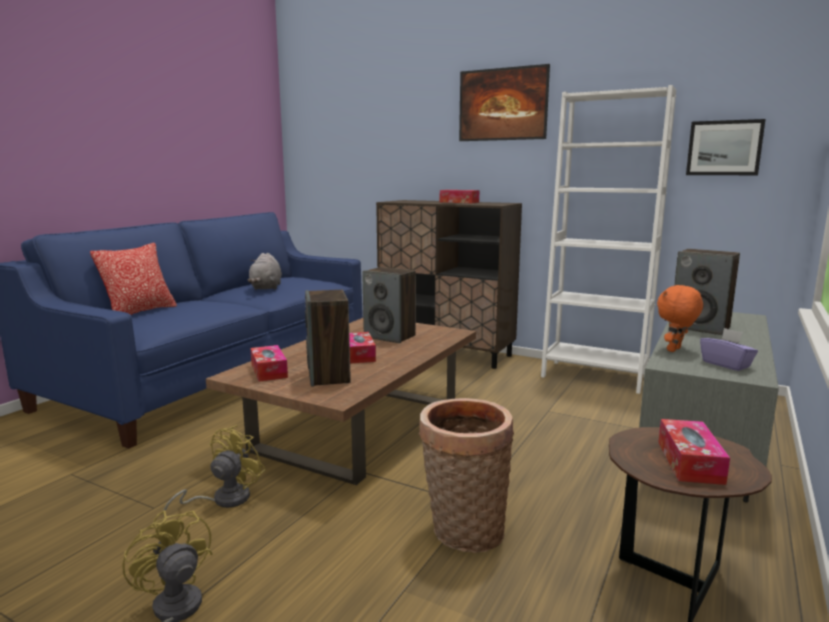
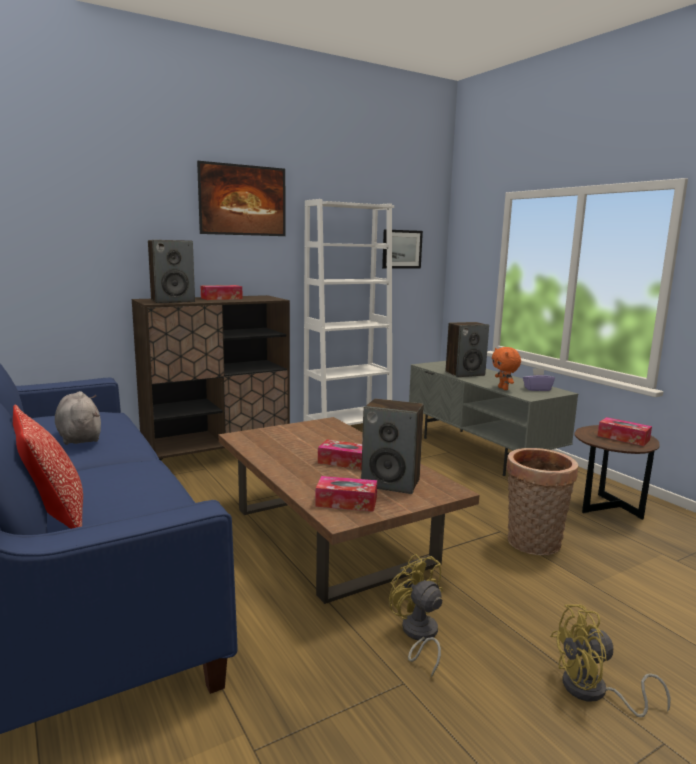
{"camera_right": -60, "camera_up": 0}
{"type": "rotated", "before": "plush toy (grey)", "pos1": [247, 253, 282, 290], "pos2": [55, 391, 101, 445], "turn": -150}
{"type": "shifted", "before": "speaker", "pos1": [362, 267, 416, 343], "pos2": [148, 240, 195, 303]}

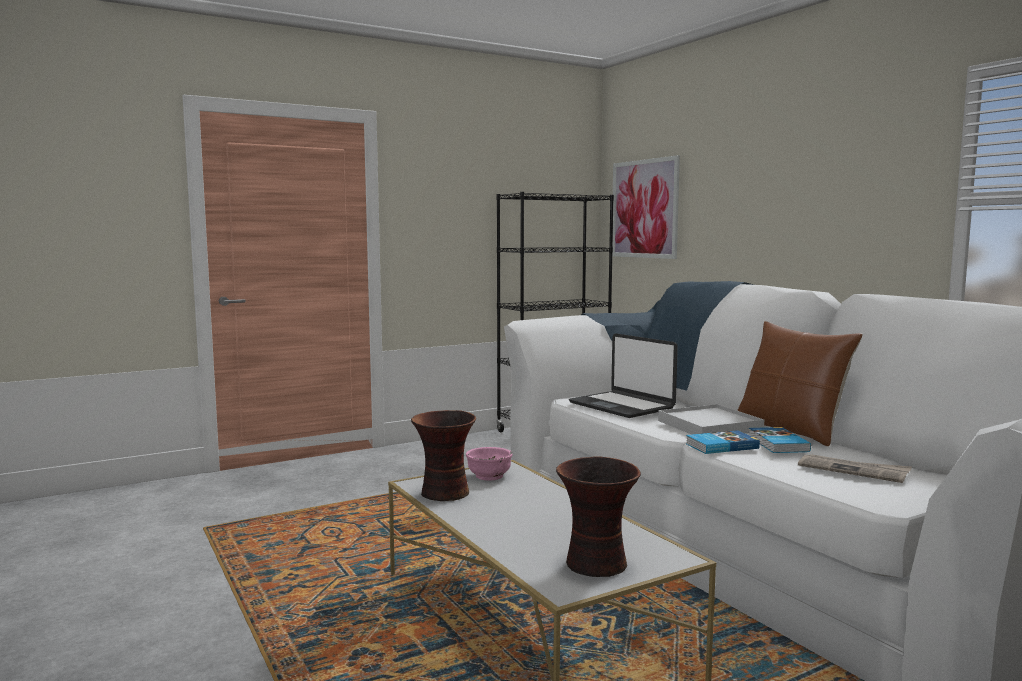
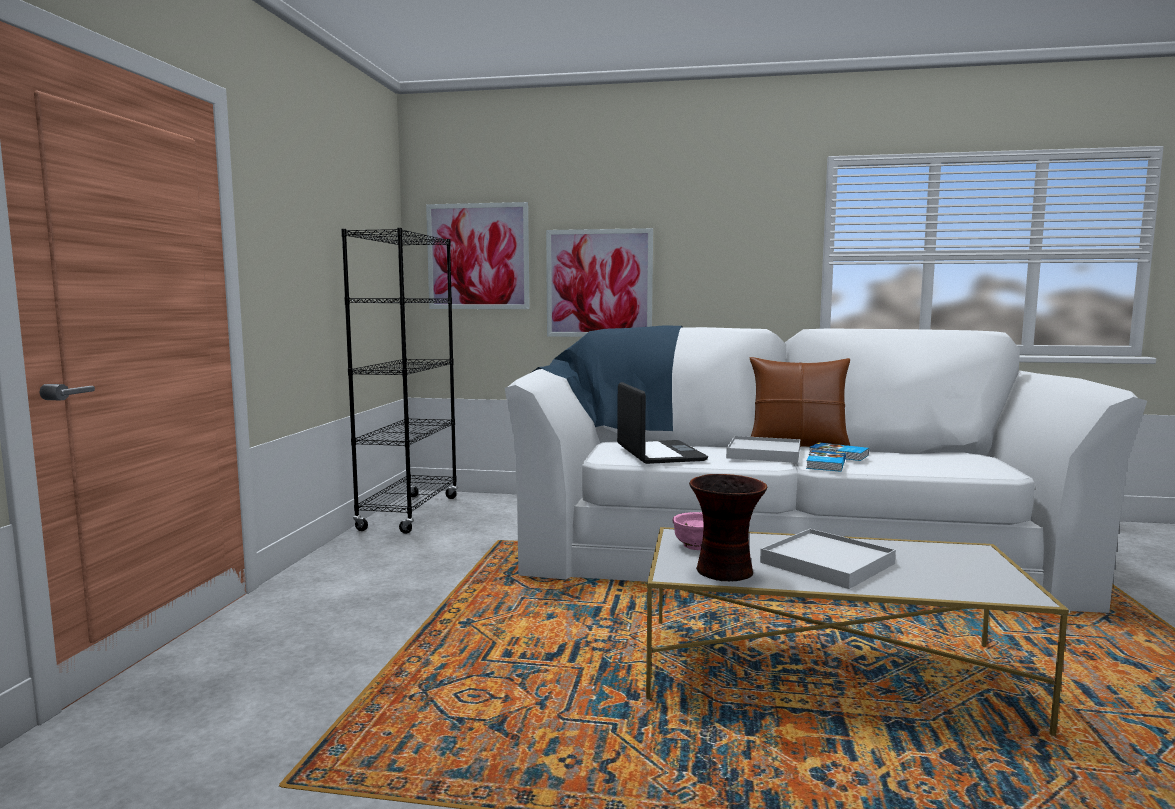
{"camera_right": -50, "camera_up": 0}
{"type": "new", "after": "picture", "pos2": [546, 228, 653, 337]}
{"type": "rotated", "before": "laptop", "pos1": [569, 333, 678, 418], "pos2": [617, 382, 708, 464], "turn": -105}
{"type": "new", "after": "tray (white)", "pos2": [760, 529, 896, 589]}
{"type": "gone", "before": "vase", "pos1": [556, 456, 641, 577]}
{"type": "gone", "before": "newspaper", "pos1": [798, 454, 912, 483]}

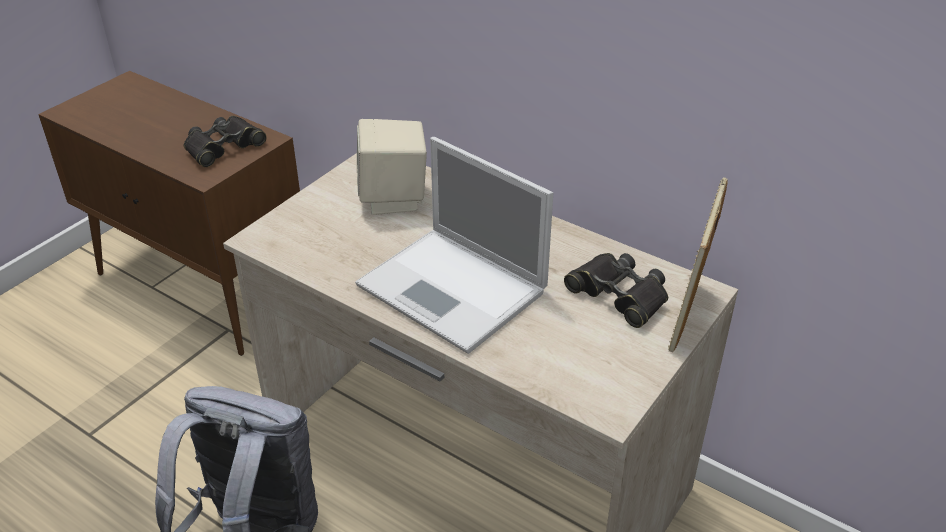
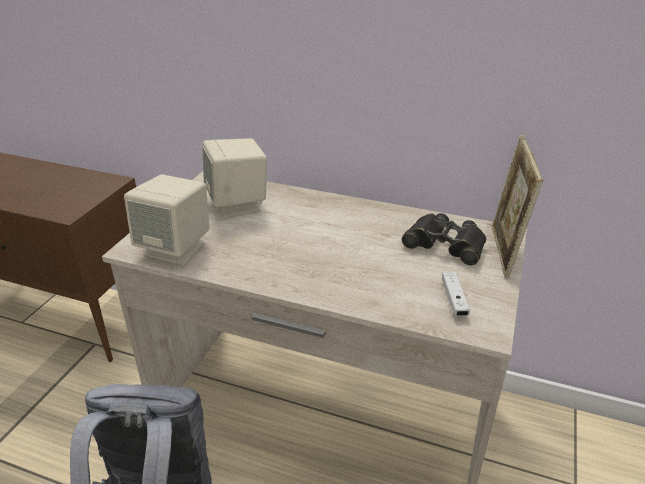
{"camera_right": -15, "camera_up": -5}
{"type": "new", "after": "speaker (beige)", "pos2": [124, 174, 209, 265]}
{"type": "new", "after": "game controller (white)", "pos2": [442, 272, 470, 317]}
{"type": "gone", "before": "binoculars (black)", "pos1": [184, 116, 267, 167]}
{"type": "gone", "before": "laptop", "pos1": [355, 137, 553, 354]}

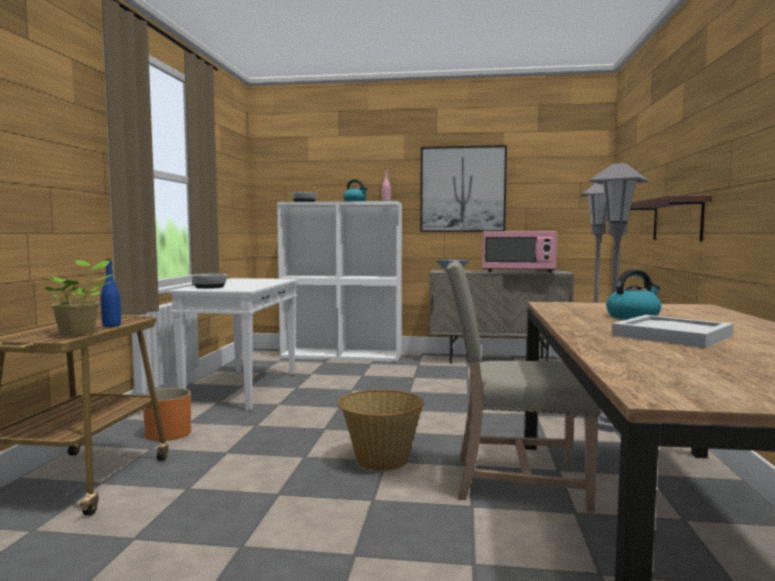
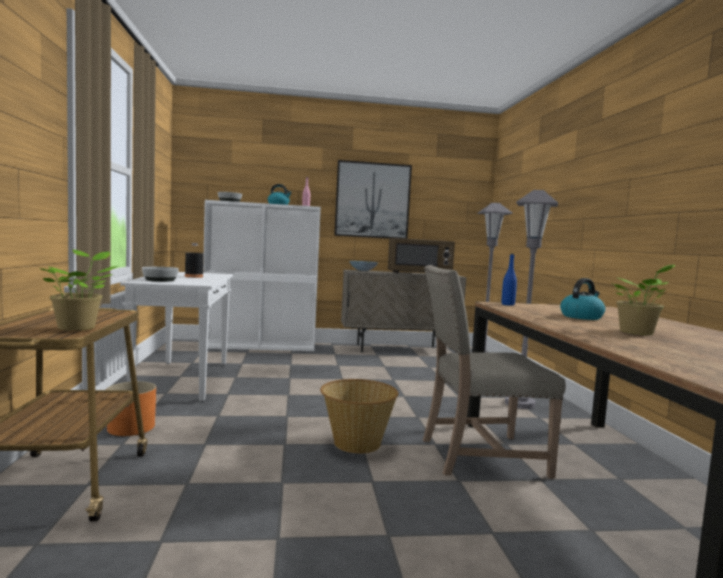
{"camera_right": -15, "camera_up": 0}
{"type": "new", "after": "bottle (black)", "pos2": [185, 243, 203, 278]}
{"type": "repainted", "before": "microwave (pink)", "after": "microwave (brown)", "pos1": [482, 231, 557, 273], "pos2": [388, 238, 455, 274]}
{"type": "shifted", "before": "bottle (blue)", "pos1": [101, 259, 121, 327], "pos2": [502, 254, 517, 306]}
{"type": "swapped", "before": "tray (white)", "after": "potted plant", "pos1": [611, 315, 734, 348], "pos2": [613, 265, 675, 335]}
{"type": "gone", "before": "shelf", "pos1": [630, 195, 712, 241]}

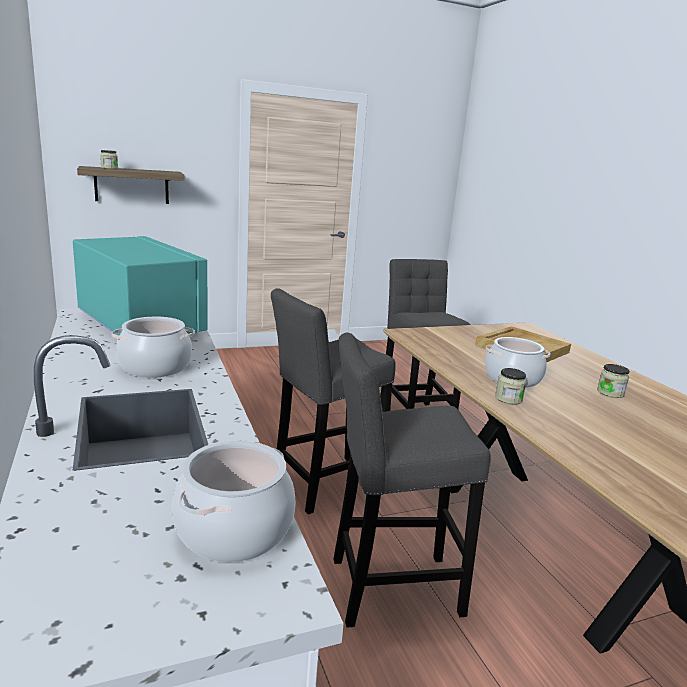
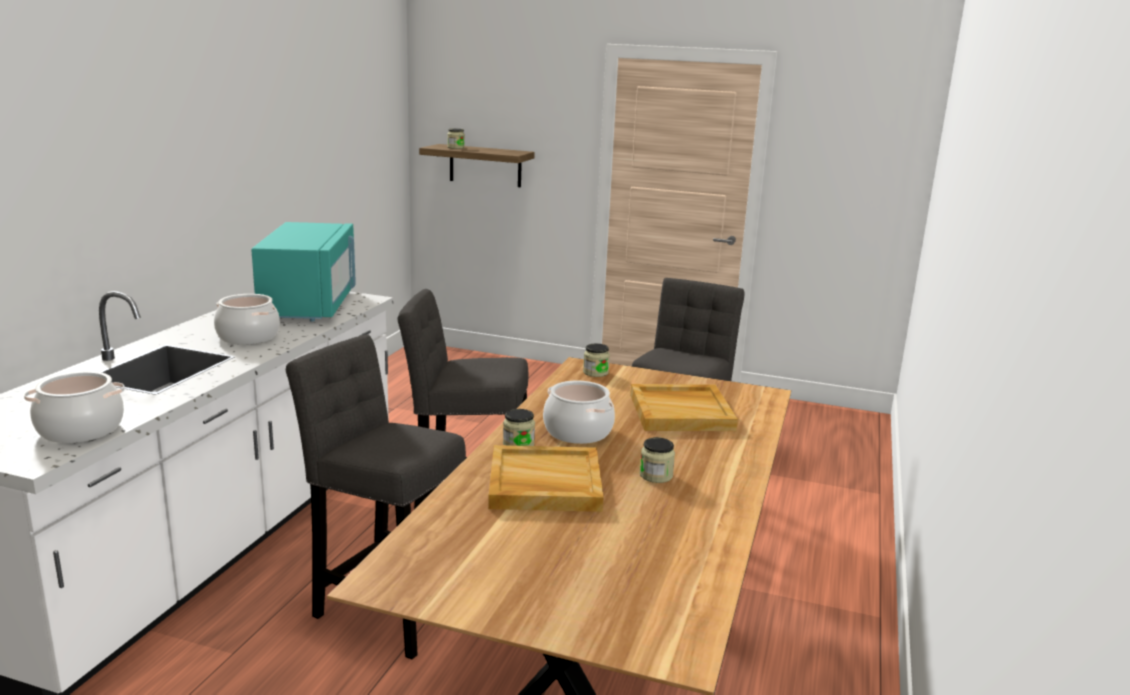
{"camera_right": 40, "camera_up": 0}
{"type": "new", "after": "tray (beige)", "pos2": [488, 445, 604, 512]}
{"type": "new", "after": "jar", "pos2": [583, 343, 610, 377]}

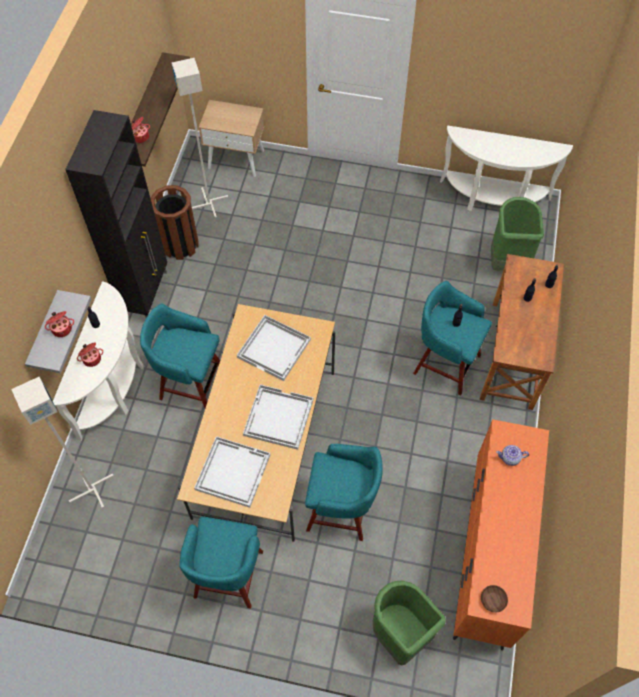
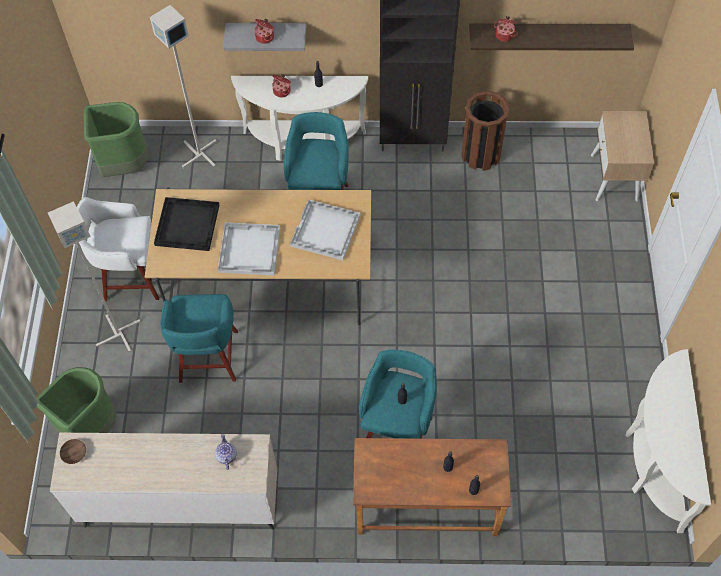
{"camera_right": 80, "camera_up": 0}
{"type": "shifted", "before": "floor lamp (grey)", "pos1": [172, 58, 228, 218], "pos2": [48, 201, 140, 352]}
{"type": "repainted", "before": "dresser (orange)", "after": "dresser (beige)", "pos1": [453, 419, 549, 650], "pos2": [50, 433, 278, 530]}
{"type": "repainted", "before": "stool (turquoise)", "after": "stool (white)", "pos1": [179, 517, 263, 609], "pos2": [77, 197, 159, 301]}
{"type": "shifted", "before": "trash can (green)", "pos1": [491, 197, 544, 271], "pos2": [84, 102, 148, 177]}
{"type": "repainted", "before": "tray (white)", "after": "tray (black)", "pos1": [194, 436, 270, 508], "pos2": [154, 197, 219, 251]}

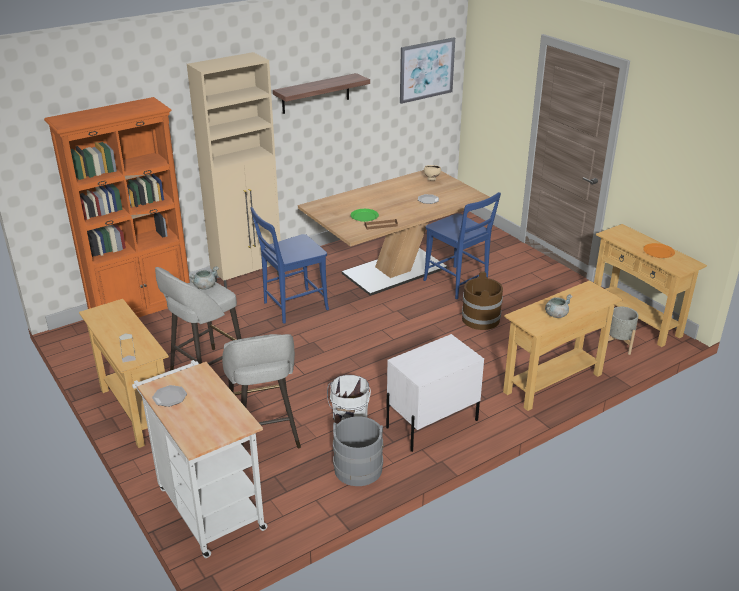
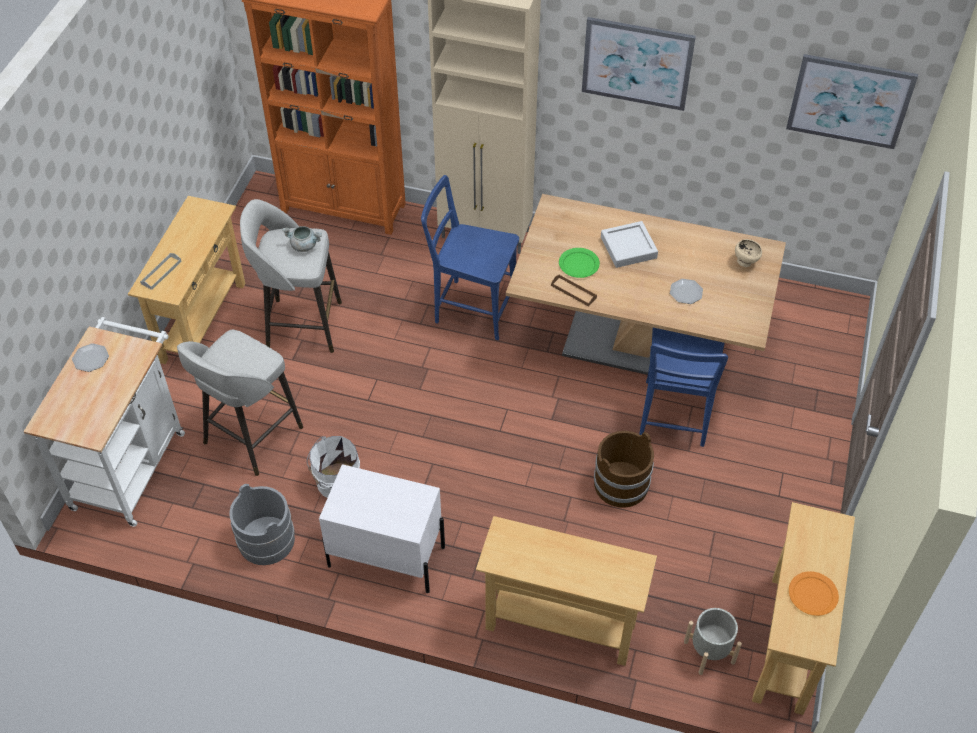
{"camera_right": 50, "camera_up": 20}
{"type": "swapped", "before": "shelf", "after": "picture", "pos1": [273, 73, 370, 114], "pos2": [582, 17, 696, 111]}
{"type": "new", "after": "tray (grey)", "pos2": [601, 221, 658, 268]}
{"type": "gone", "before": "cooking pot (grey)", "pos1": [545, 294, 573, 318]}

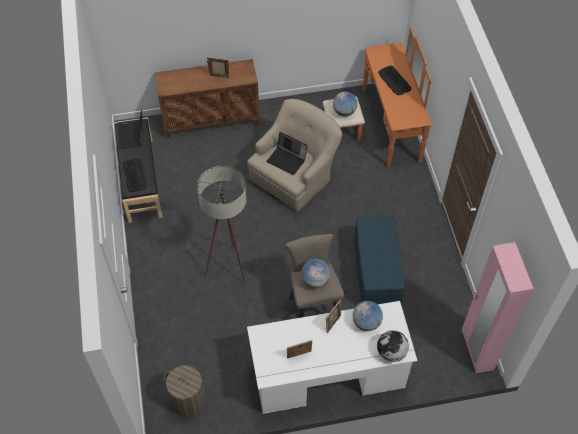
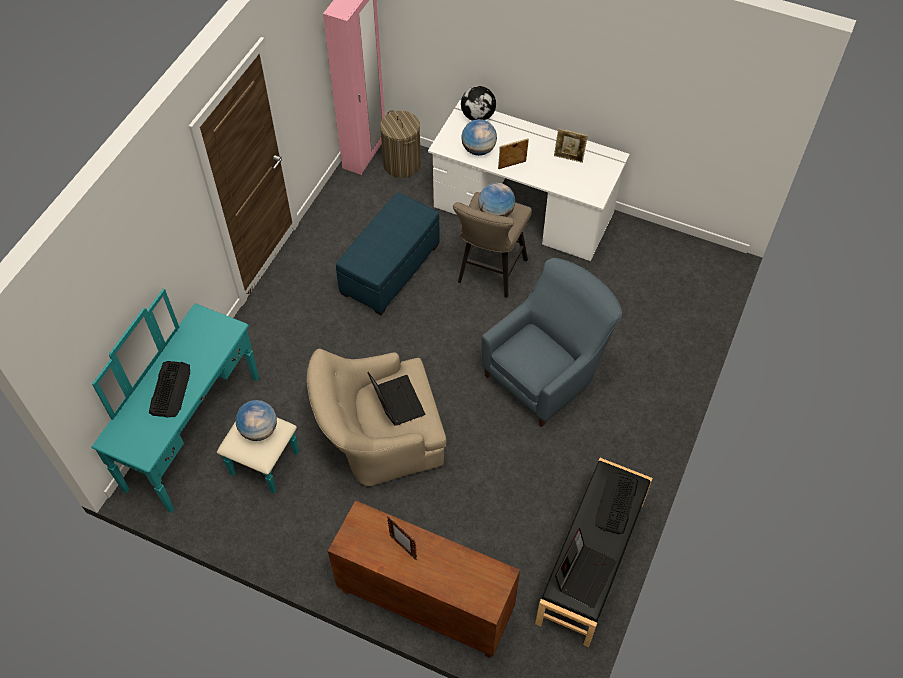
{"camera_right": -145, "camera_up": 0}
{"type": "repainted", "before": "dresser (orange)", "after": "dresser (turquoise)", "pos1": [323, 27, 431, 168], "pos2": [91, 288, 299, 513]}
{"type": "shifted", "before": "laundry basket", "pos1": [164, 365, 206, 417], "pos2": [380, 110, 421, 178]}
{"type": "swapped", "before": "floor lamp (beige)", "after": "armchair (blue)", "pos1": [197, 166, 246, 284], "pos2": [481, 258, 622, 427]}

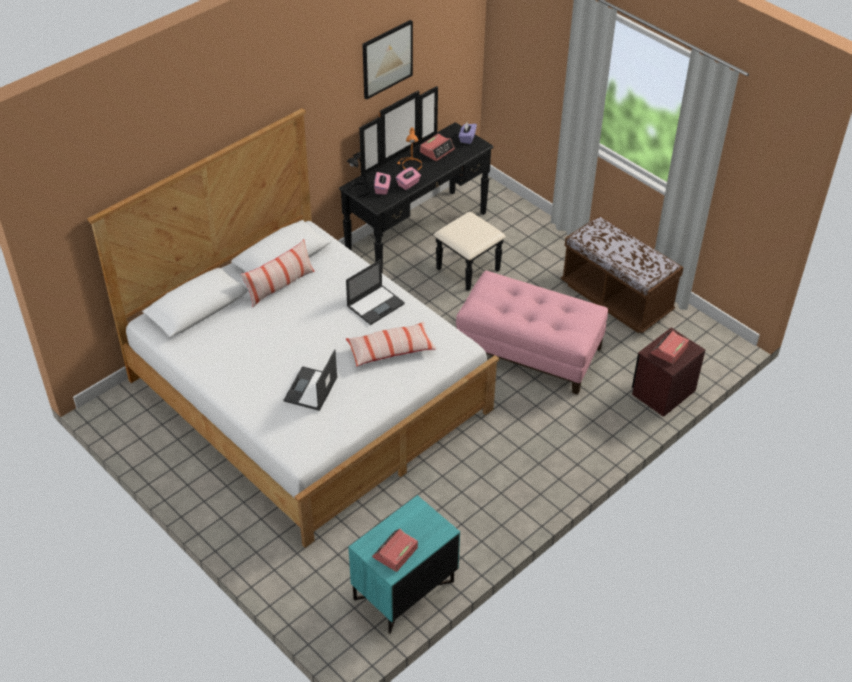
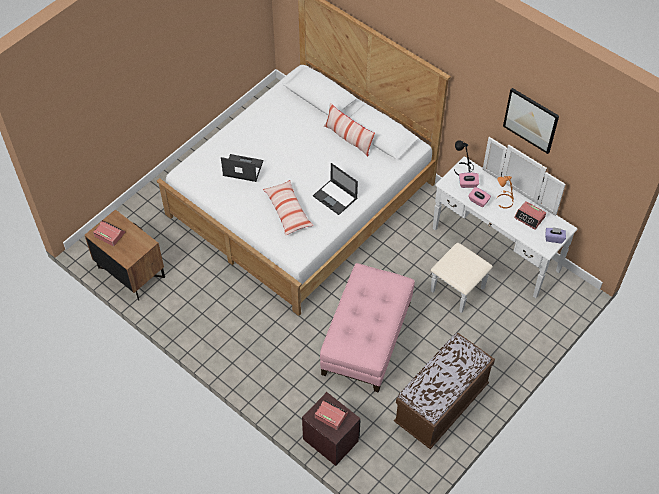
{"camera_right": 85, "camera_up": 10}
{"type": "repainted", "before": "nightstand (turquoise)", "after": "nightstand (brown)", "pos1": [349, 495, 460, 634], "pos2": [85, 209, 165, 301]}
{"type": "repainted", "before": "dresser (black)", "after": "dresser (white)", "pos1": [339, 86, 506, 291], "pos2": [431, 137, 578, 313]}

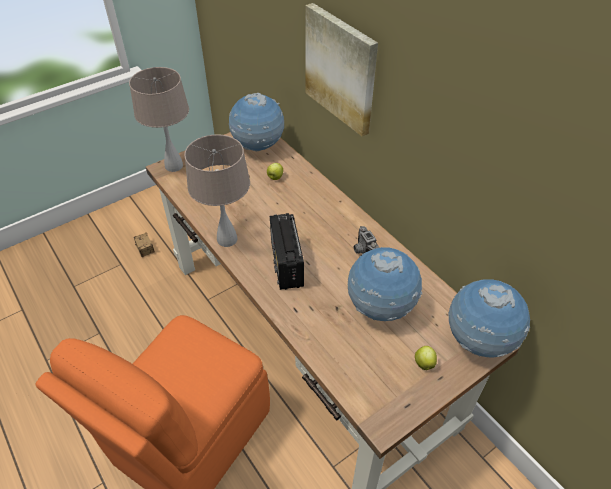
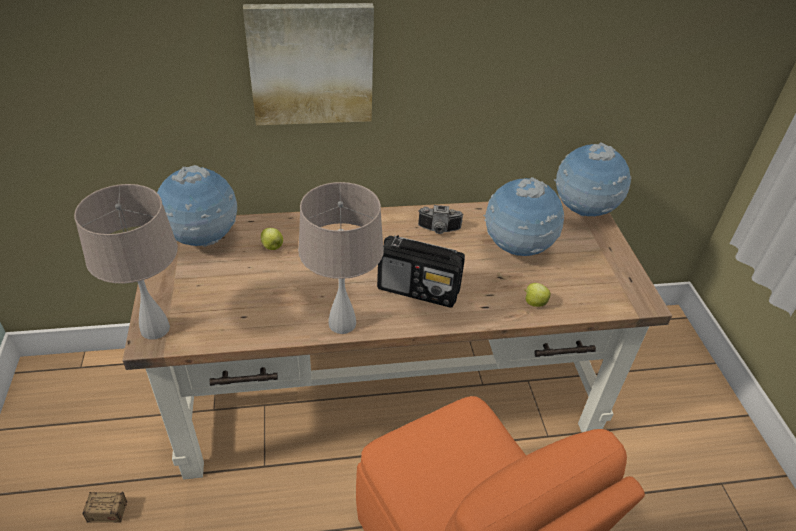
{"camera_right": -65, "camera_up": -5}
{"type": "shifted", "before": "apple", "pos1": [415, 346, 437, 370], "pos2": [524, 283, 551, 307]}

